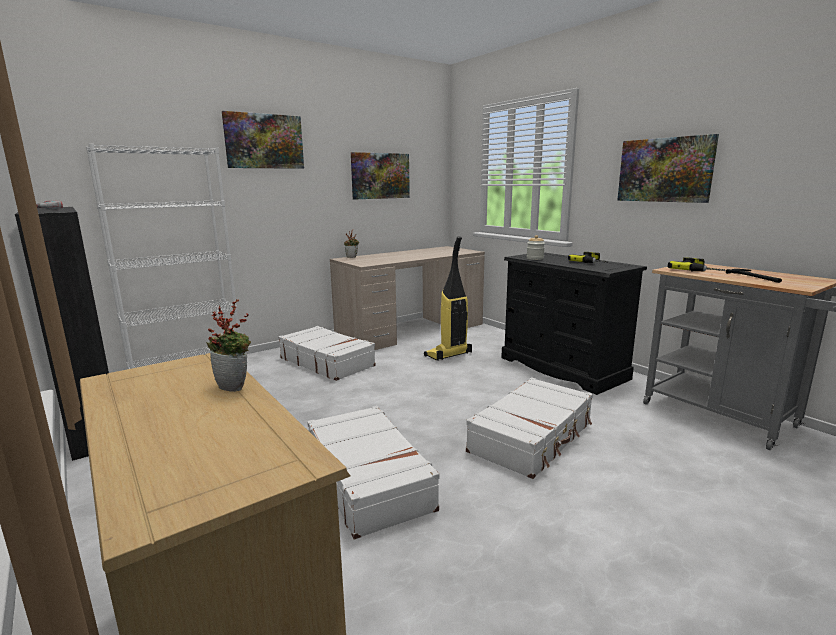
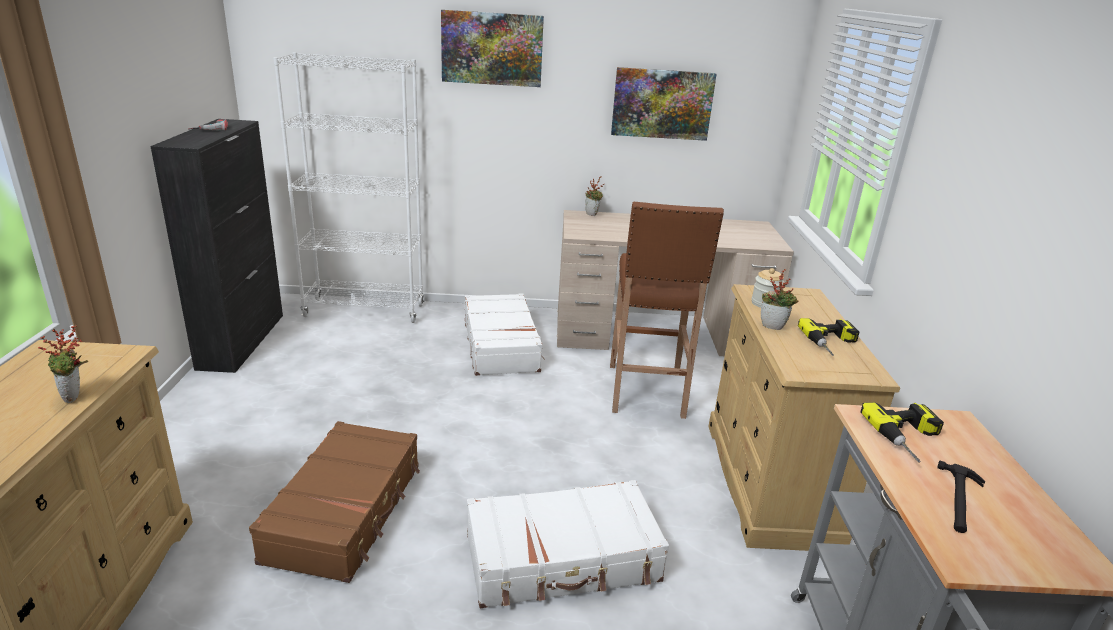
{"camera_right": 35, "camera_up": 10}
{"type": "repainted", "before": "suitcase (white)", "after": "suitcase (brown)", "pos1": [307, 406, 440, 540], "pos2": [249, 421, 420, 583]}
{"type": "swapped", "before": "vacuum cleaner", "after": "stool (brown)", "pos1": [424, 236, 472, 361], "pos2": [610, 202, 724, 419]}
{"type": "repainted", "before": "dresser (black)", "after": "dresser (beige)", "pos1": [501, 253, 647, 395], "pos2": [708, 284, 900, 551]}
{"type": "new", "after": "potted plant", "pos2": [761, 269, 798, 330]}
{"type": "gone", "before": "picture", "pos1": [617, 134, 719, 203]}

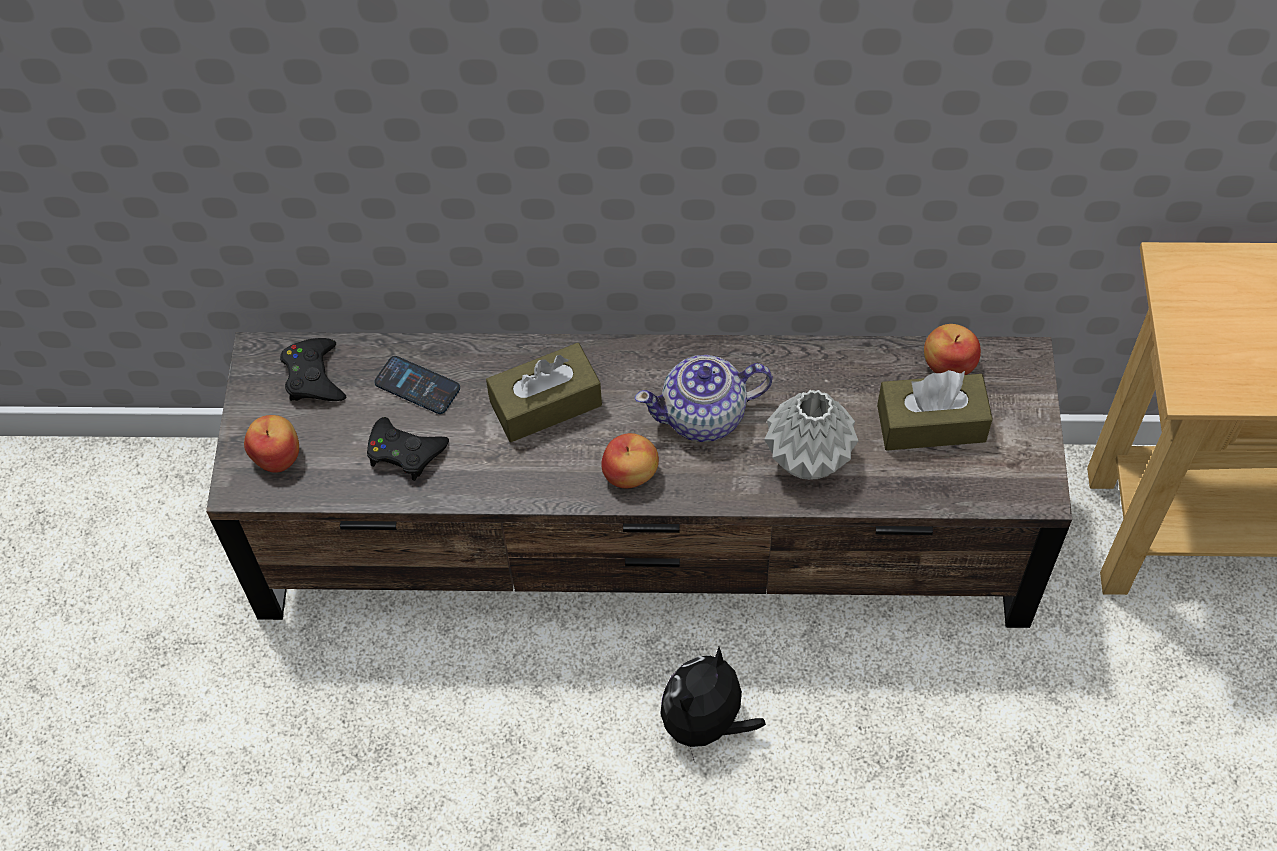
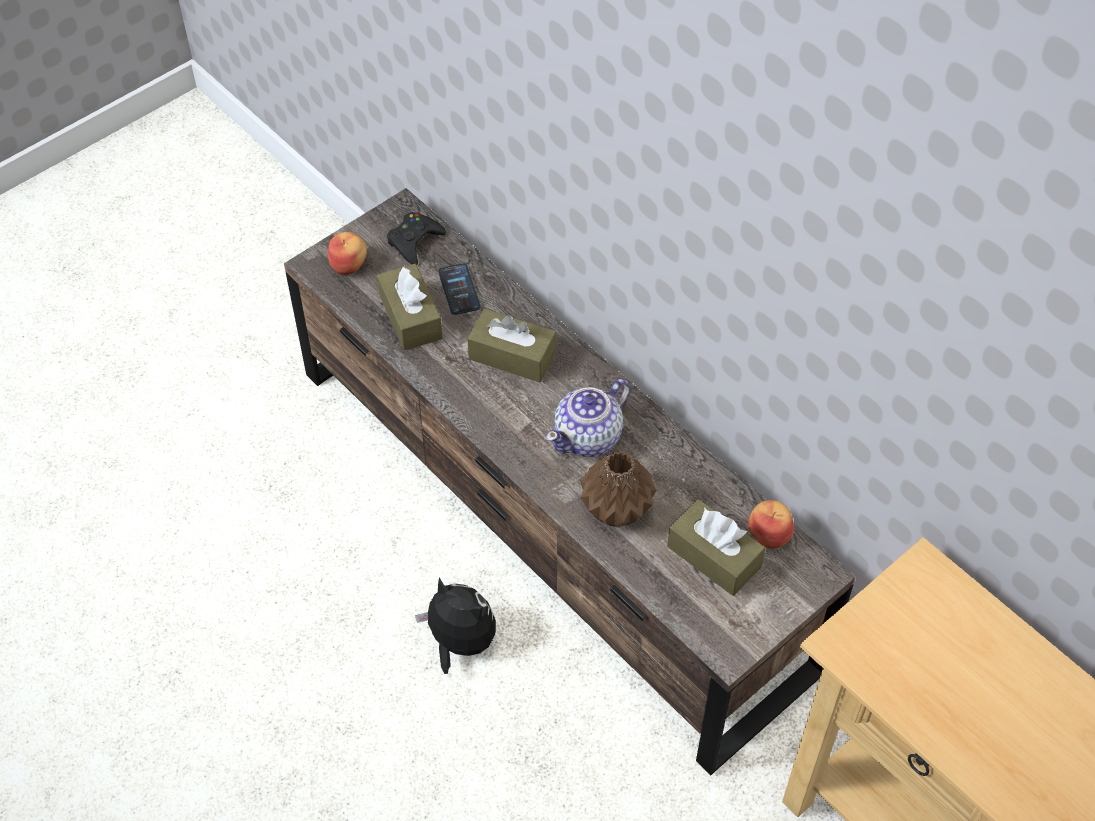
{"camera_right": 45, "camera_up": -5}
{"type": "swapped", "before": "game controller (black)", "after": "tissue box (brown)", "pos1": [367, 417, 449, 481], "pos2": [377, 264, 443, 351]}
{"type": "rotated", "before": "plush toy", "pos1": [660, 647, 766, 762], "pos2": [415, 578, 496, 674], "turn": 45}
{"type": "rotated", "before": "teapot", "pos1": [634, 355, 773, 442], "pos2": [546, 379, 631, 457], "turn": -75}
{"type": "repainted", "before": "vase (grey)", "after": "vase (brown)", "pos1": [764, 390, 858, 480], "pos2": [581, 451, 656, 527]}
{"type": "gone", "before": "apple", "pos1": [601, 433, 659, 488]}

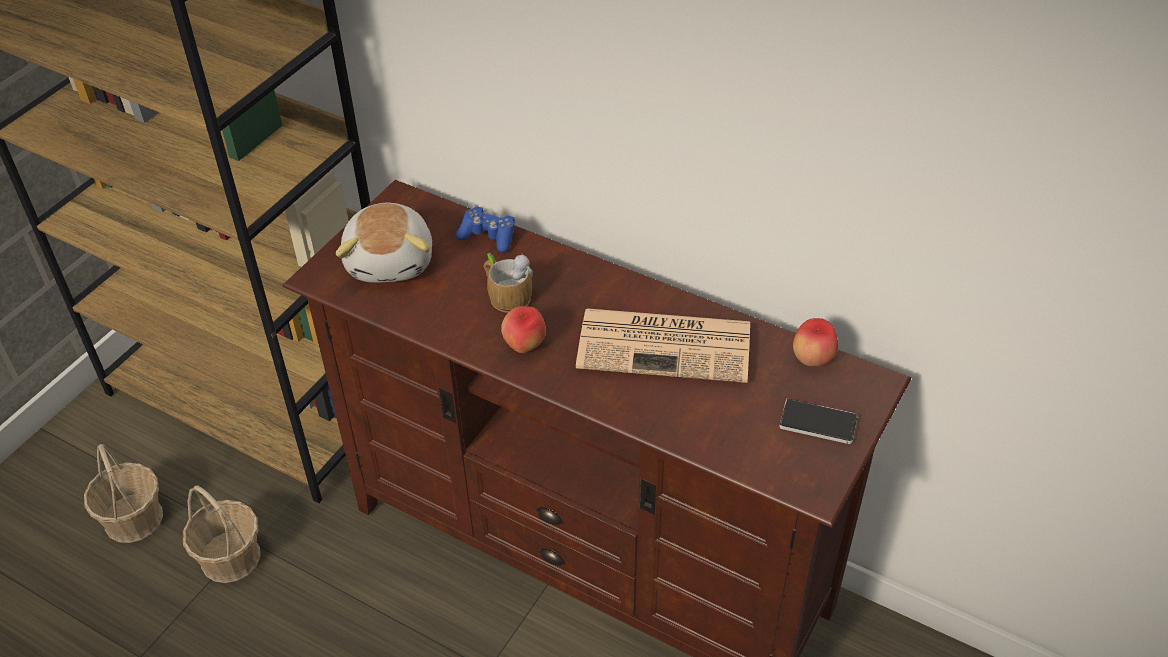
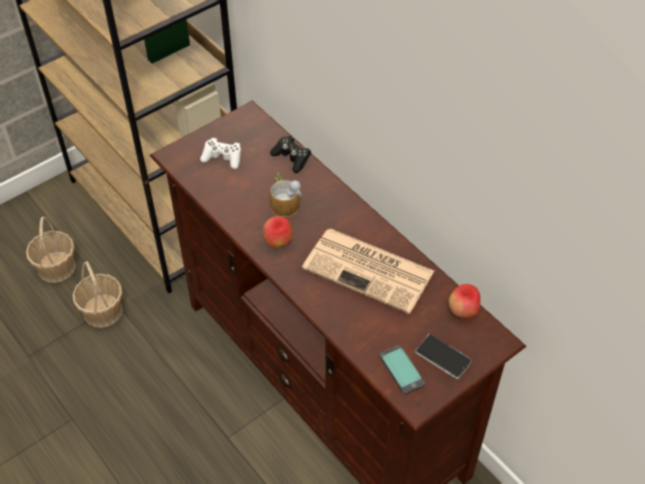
{"camera_right": 20, "camera_up": 5}
{"type": "swapped", "before": "plush toy", "after": "game controller (white)", "pos1": [336, 203, 432, 283], "pos2": [200, 138, 241, 169]}
{"type": "repainted", "before": "game controller (blue)", "after": "game controller (black)", "pos1": [456, 206, 515, 253], "pos2": [270, 136, 311, 173]}
{"type": "new", "after": "phone", "pos2": [379, 345, 425, 395]}

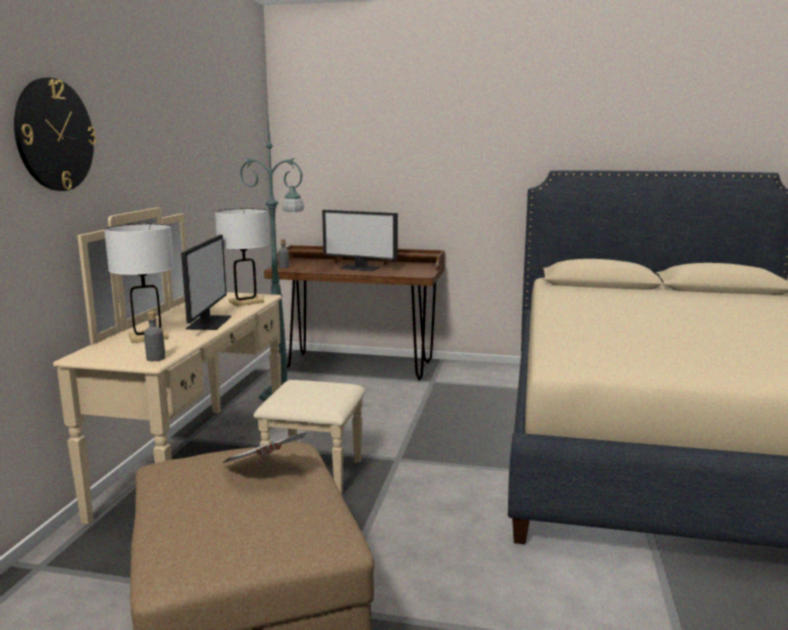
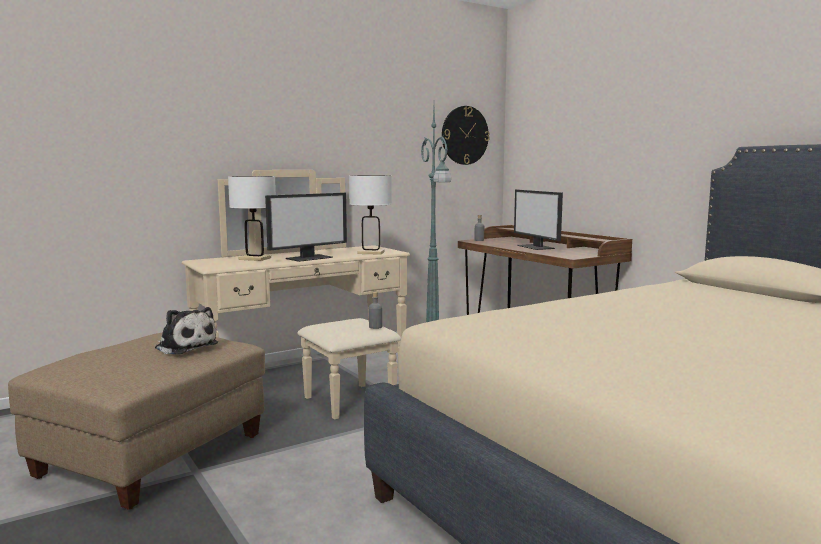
{"camera_right": 45, "camera_up": -5}
{"type": "swapped", "before": "newspaper", "after": "plush toy", "pos1": [222, 432, 307, 463], "pos2": [155, 307, 218, 355]}
{"type": "shifted", "before": "bottle (grey)", "pos1": [144, 311, 165, 361], "pos2": [369, 292, 382, 329]}
{"type": "shifted", "before": "wall clock", "pos1": [14, 78, 96, 191], "pos2": [442, 106, 490, 165]}

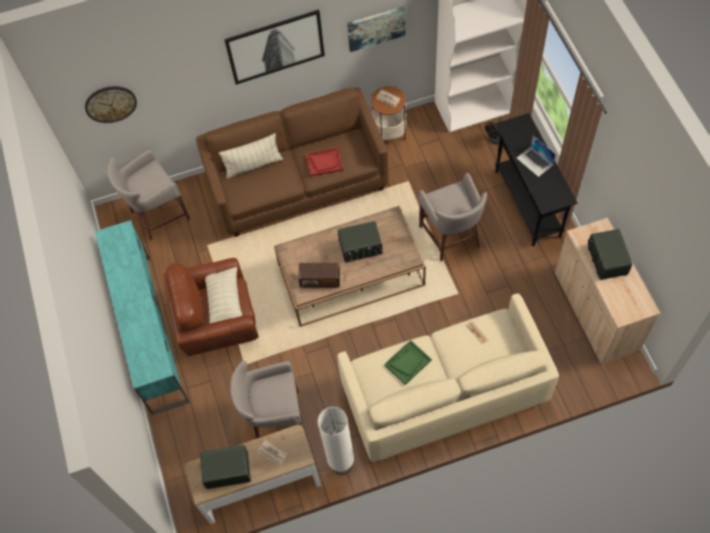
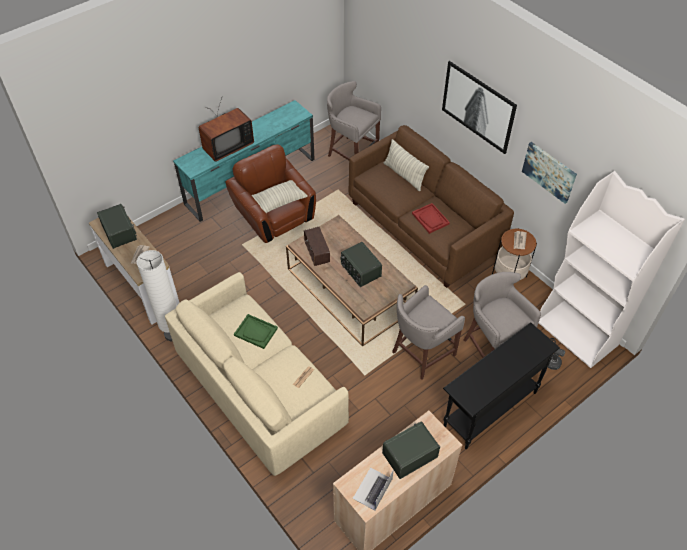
{"camera_right": 65, "camera_up": -10}
{"type": "new", "after": "television", "pos2": [199, 98, 254, 162]}
{"type": "shifted", "before": "laptop", "pos1": [517, 135, 556, 177], "pos2": [353, 467, 394, 511]}
{"type": "shifted", "before": "stool (grey)", "pos1": [230, 361, 303, 439], "pos2": [464, 272, 541, 358]}
{"type": "gone", "before": "wall clock", "pos1": [85, 86, 137, 123]}

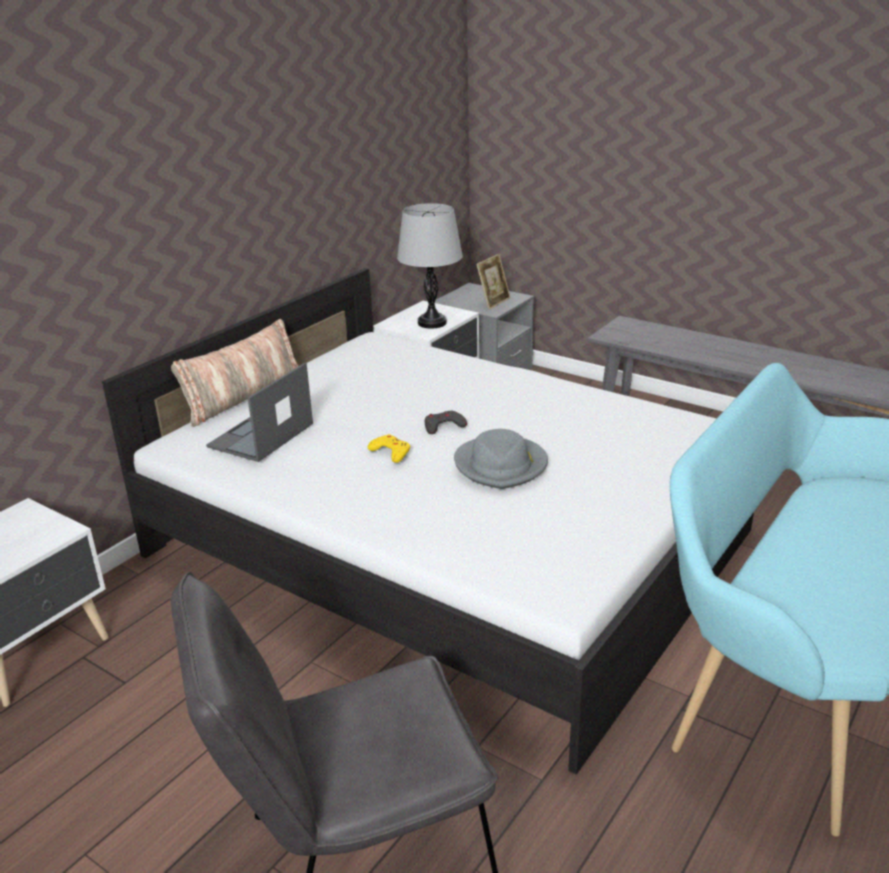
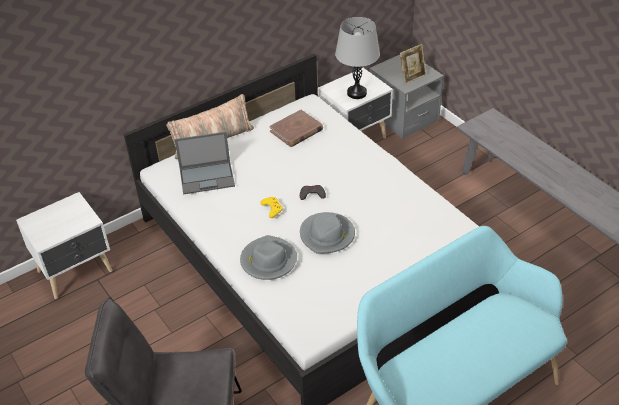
{"camera_right": 20, "camera_up": 15}
{"type": "rotated", "before": "laptop", "pos1": [206, 363, 313, 462], "pos2": [175, 132, 235, 195], "turn": -150}
{"type": "new", "after": "hat (grey)", "pos2": [240, 235, 297, 280]}
{"type": "new", "after": "book (brown)", "pos2": [269, 109, 323, 147]}

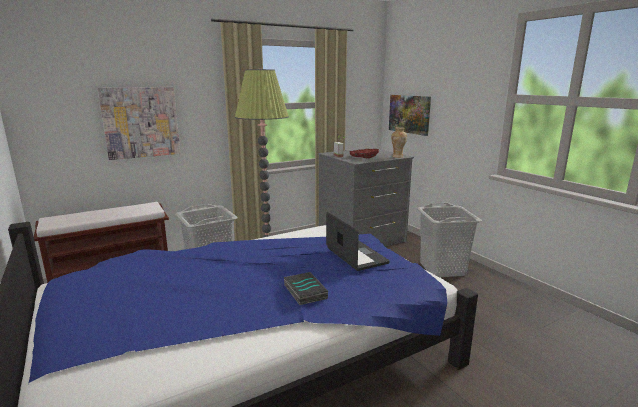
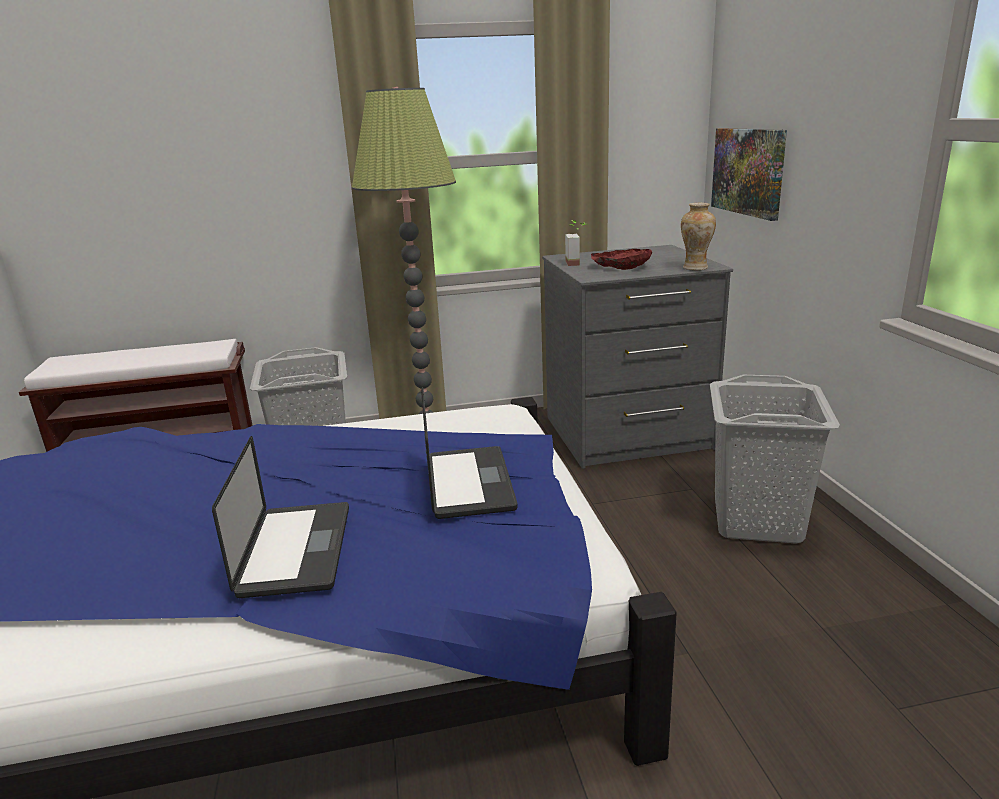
{"camera_right": 20, "camera_up": 5}
{"type": "swapped", "before": "book", "after": "laptop", "pos1": [284, 272, 328, 305], "pos2": [212, 436, 349, 598]}
{"type": "gone", "before": "picture", "pos1": [98, 87, 181, 160]}

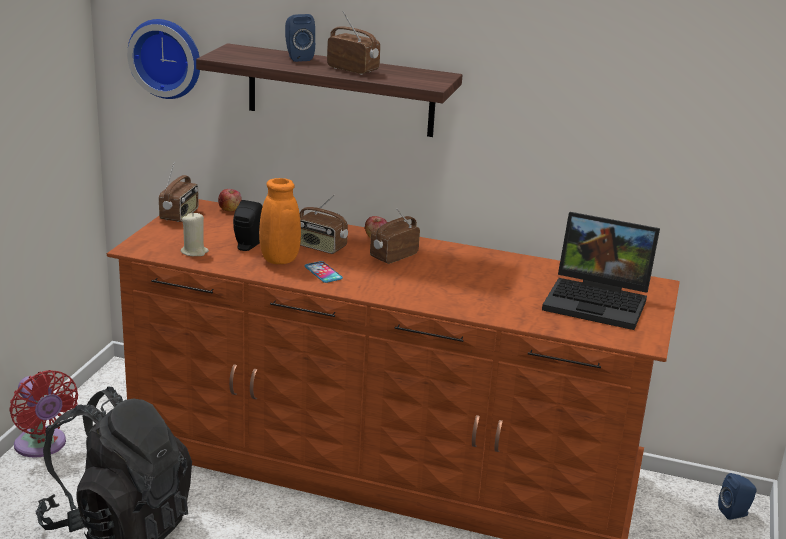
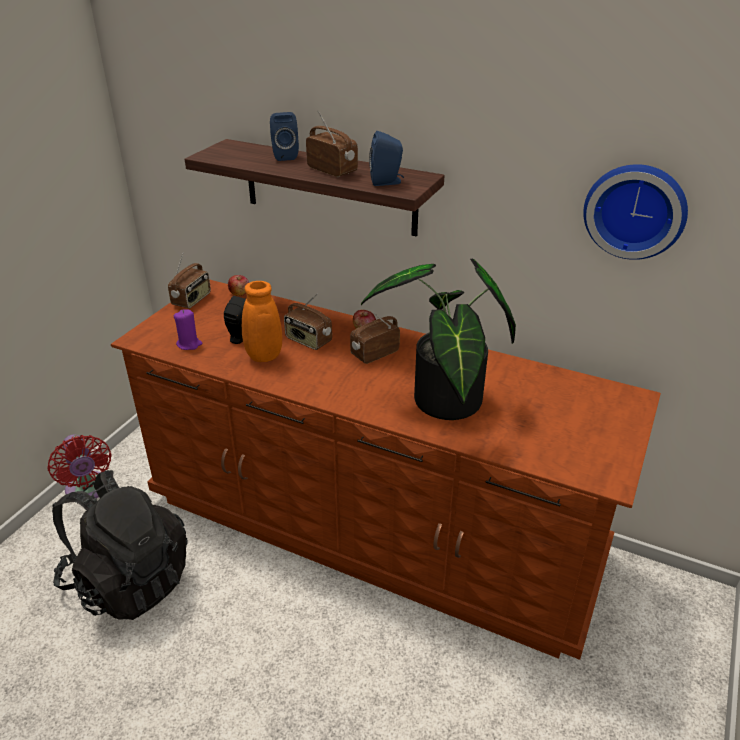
{"camera_right": 10, "camera_up": 10}
{"type": "repainted", "before": "candle (beige)", "after": "candle (purple)", "pos1": [181, 212, 209, 256], "pos2": [174, 309, 203, 350]}
{"type": "new", "after": "potted plant", "pos2": [361, 259, 516, 420]}
{"type": "shifted", "before": "speaker (blue)", "pos1": [718, 473, 757, 520], "pos2": [369, 131, 404, 186]}
{"type": "shifted", "before": "wall clock", "pos1": [127, 19, 200, 99], "pos2": [583, 164, 688, 260]}
{"type": "gone", "before": "phone", "pos1": [304, 261, 343, 283]}
{"type": "gone", "before": "laptop", "pos1": [542, 212, 660, 330]}

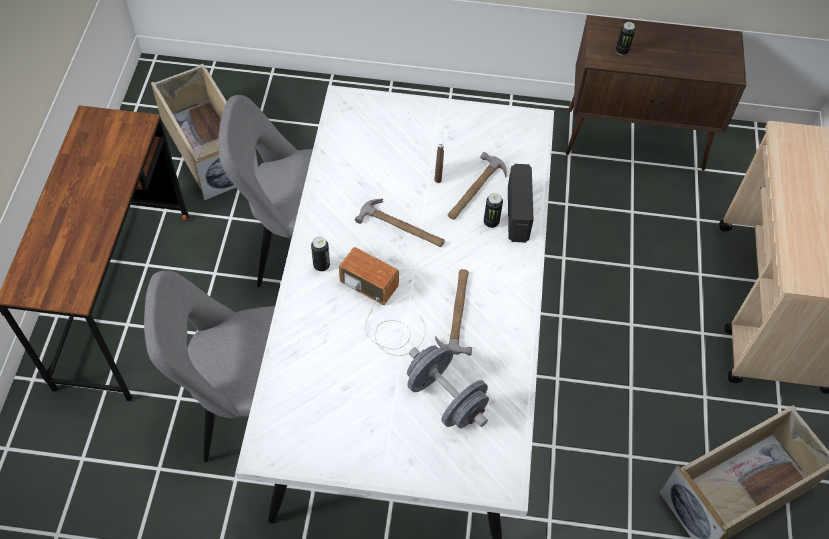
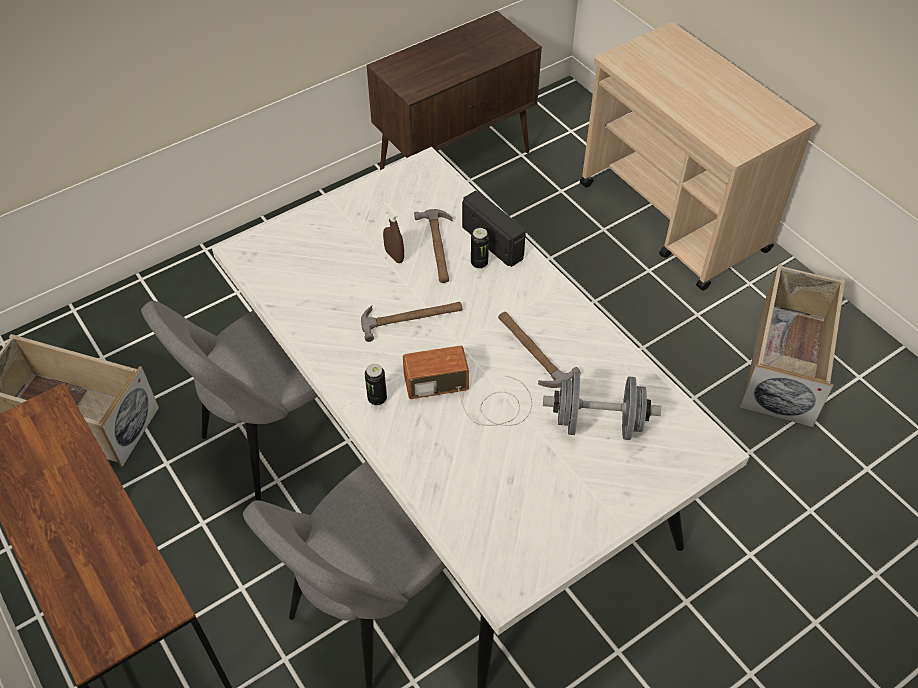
{"camera_right": -40, "camera_up": -5}
{"type": "gone", "before": "can", "pos1": [616, 22, 636, 55]}

